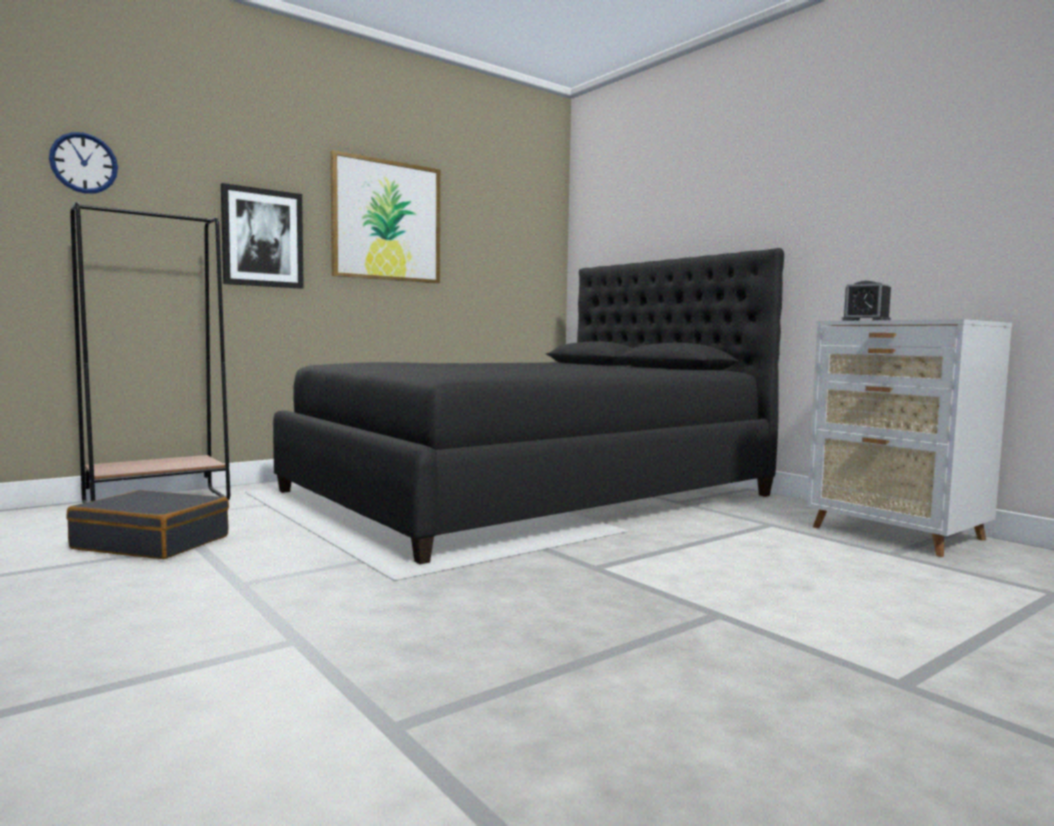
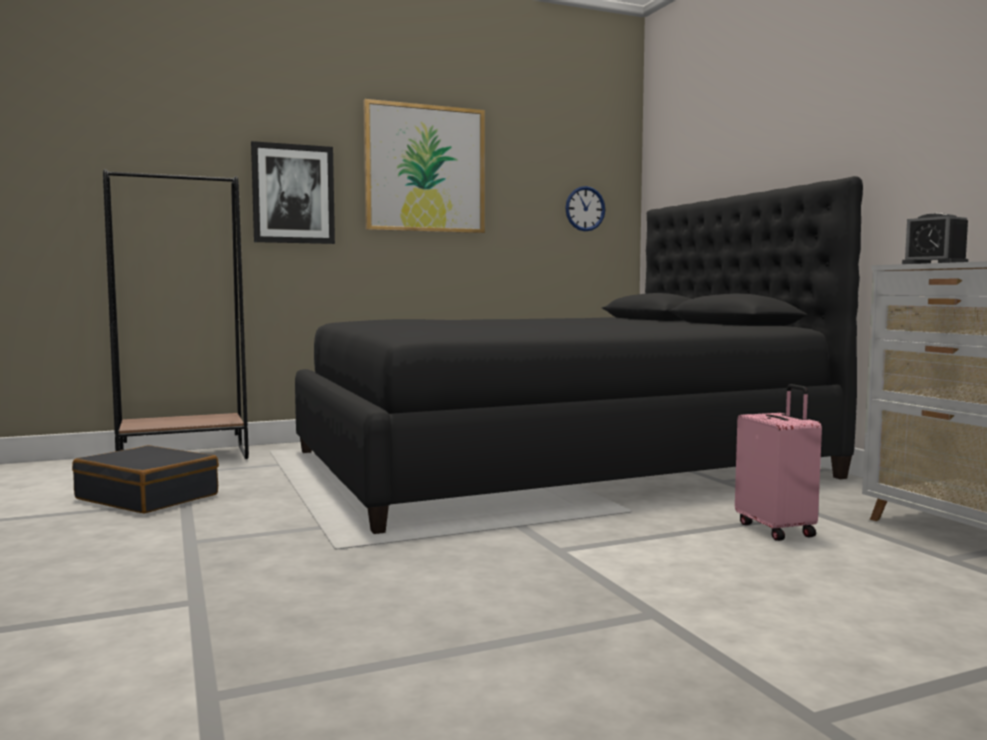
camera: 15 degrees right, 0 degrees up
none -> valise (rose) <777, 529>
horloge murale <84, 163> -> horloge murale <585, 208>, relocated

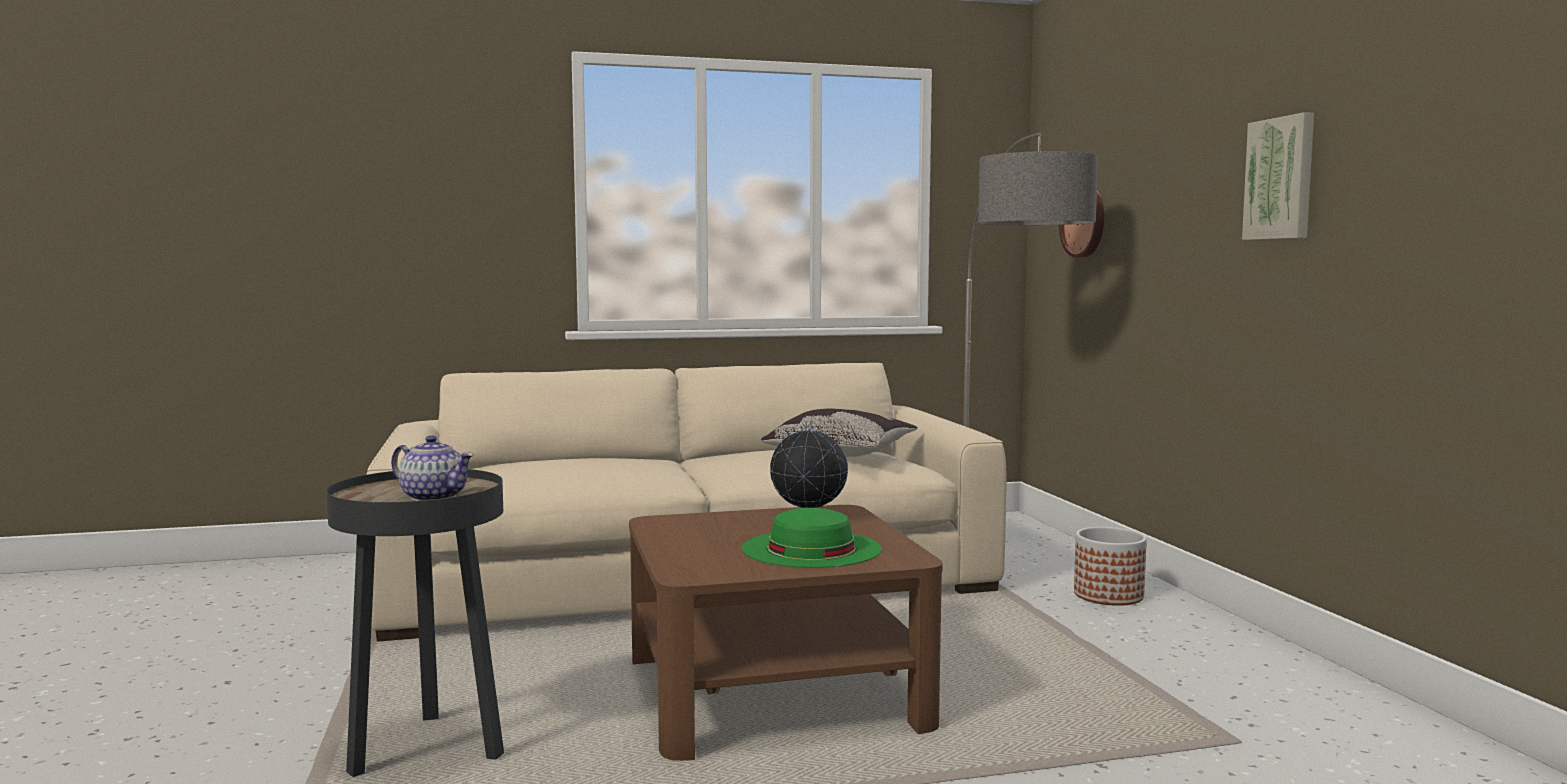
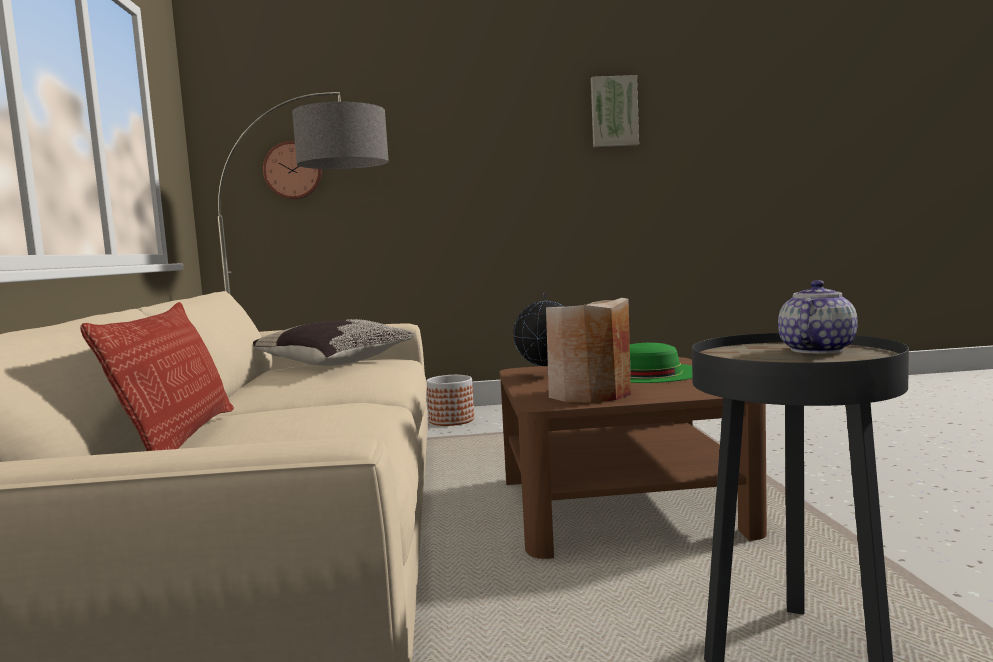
camera: 80 degrees left, 0 degrees up
none -> coussin <181, 440>
none -> vase (beige) <590, 393>
tableau <1281, 179> -> tableau <614, 112>, relocated

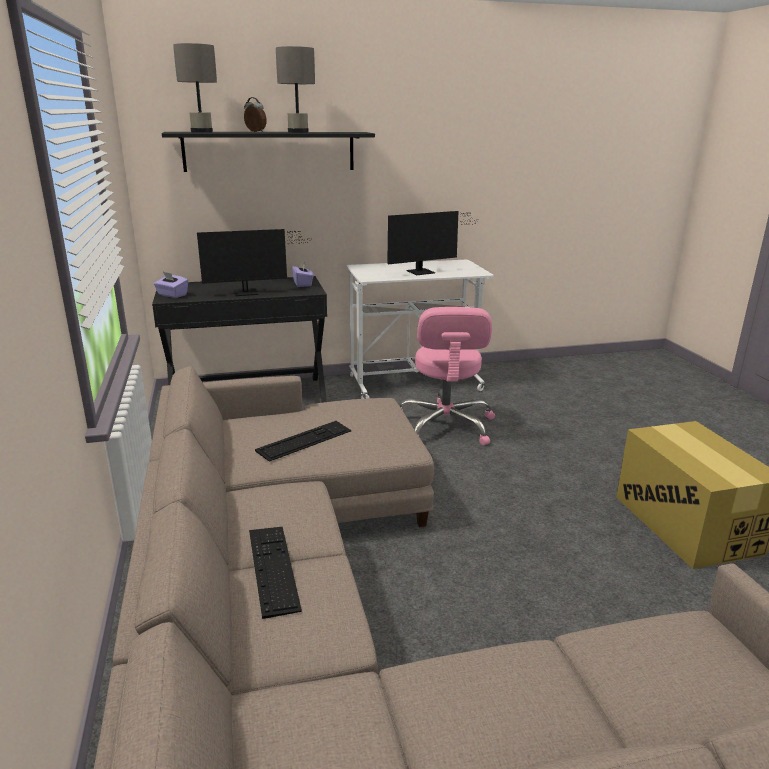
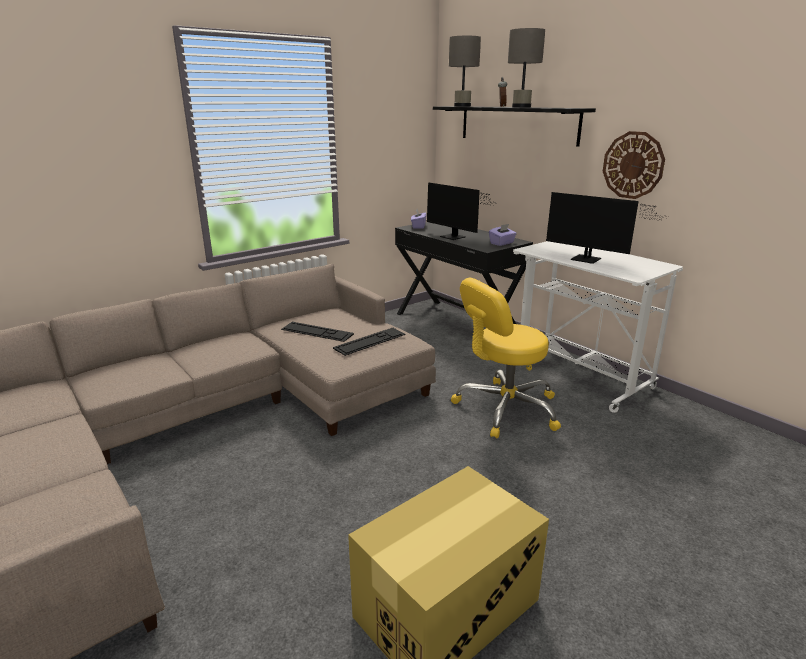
camera: 65 degrees right, 0 degrees up
none -> horloge murale <633, 165>
clavier <273, 568> -> clavier <370, 341>, relocated
chaise de bureau (rose) <445, 428> -> chaise de bureau (jaune) <503, 410>

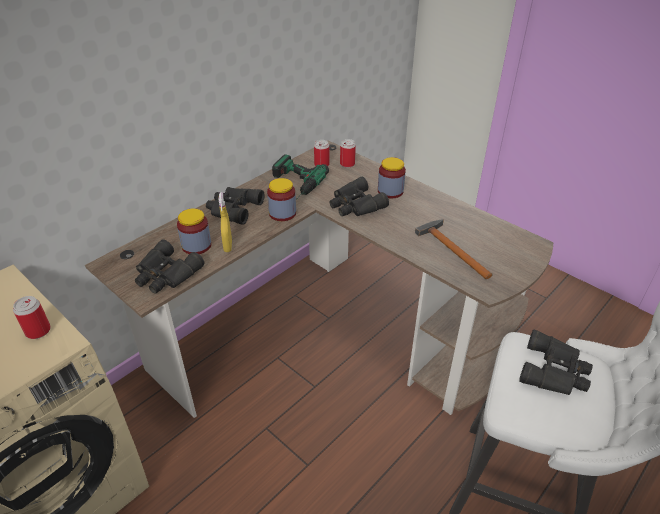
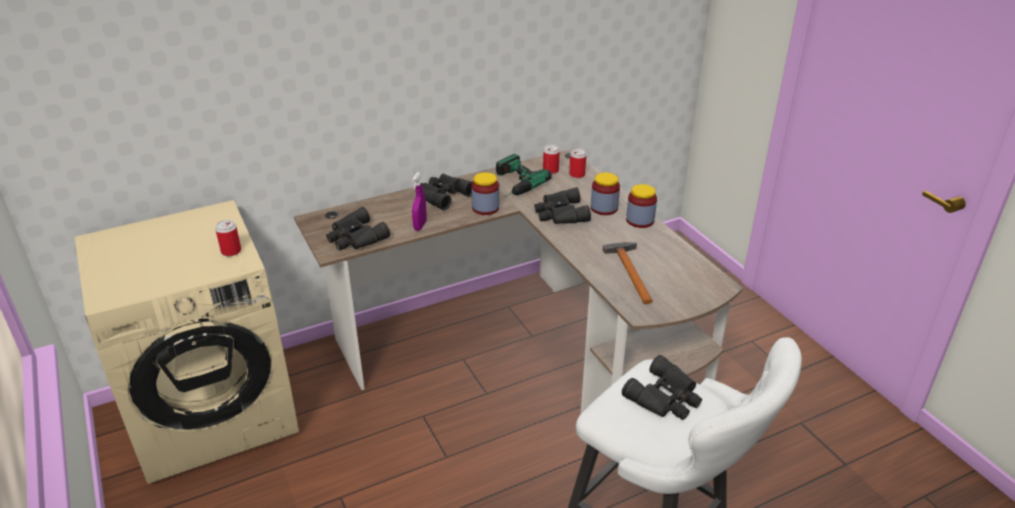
camera: 20 degrees right, 5 degrees down
bocal <196, 246> -> bocal <640, 220>, relocated
vaporisateur (jaune) <228, 246> -> vaporisateur (violet) <420, 226>

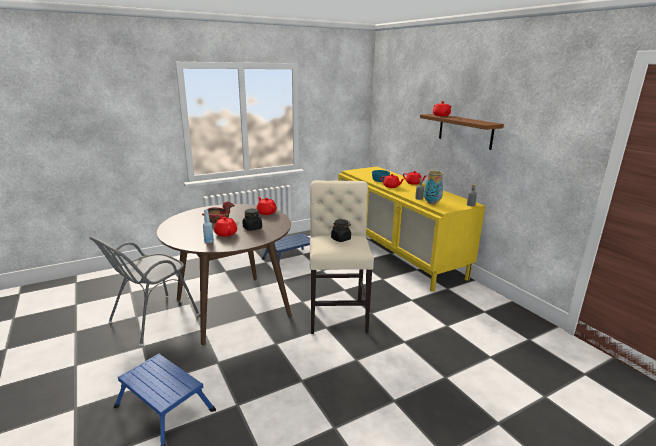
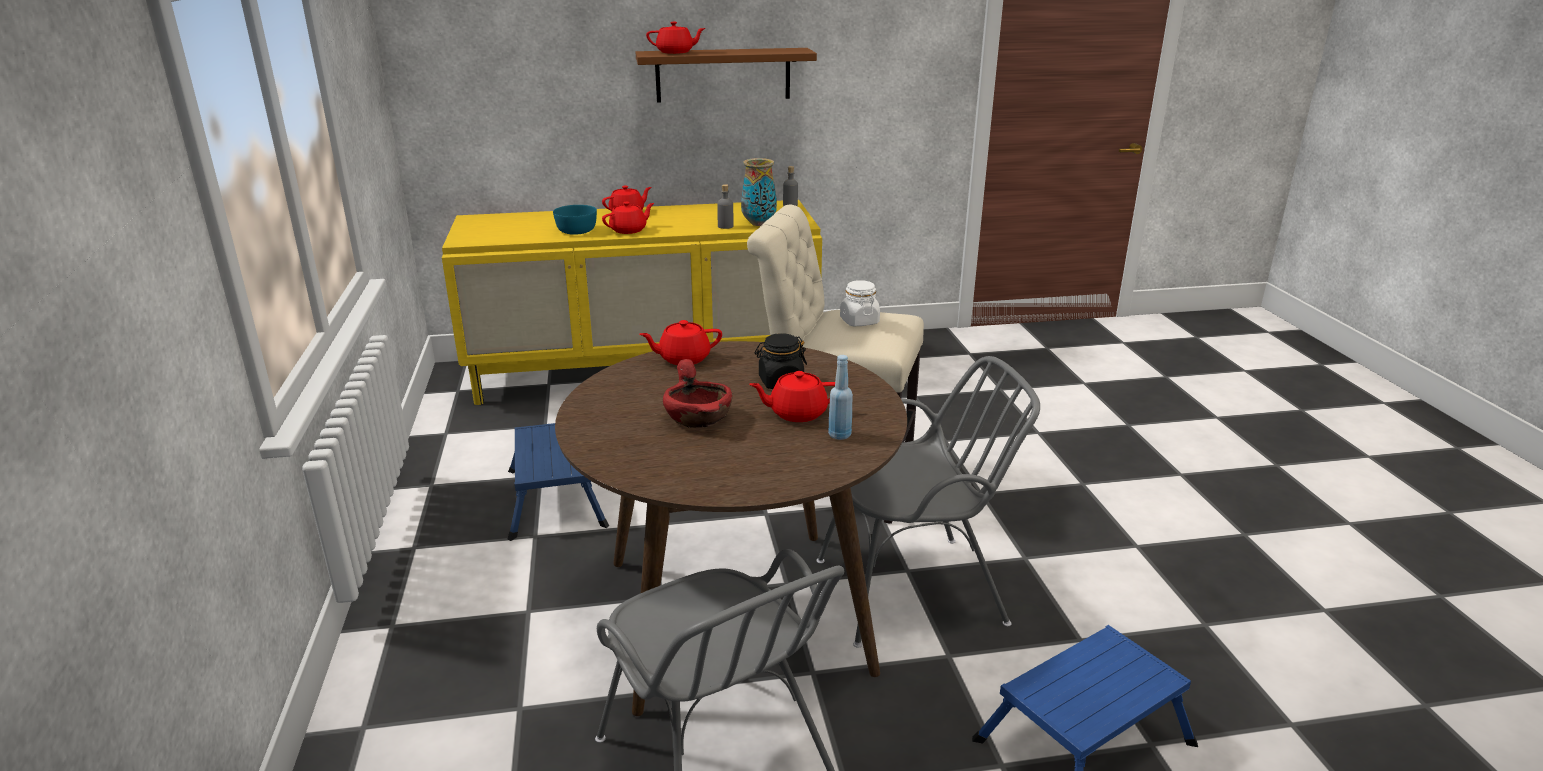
camera: 70 degrees left, 5 degrees up
none -> chaise (gris) <917, 588>
bocal (noir) <341, 239> -> bocal (blanc) <859, 321>

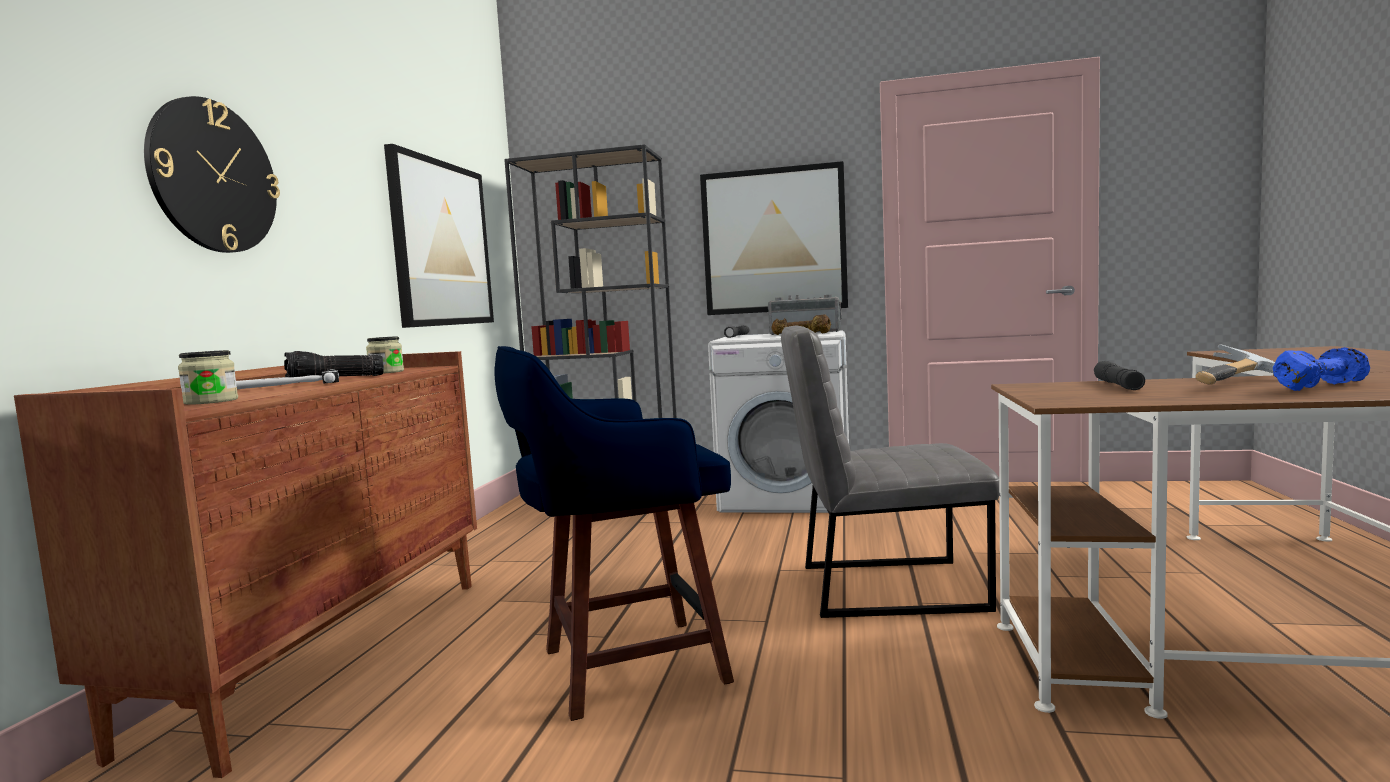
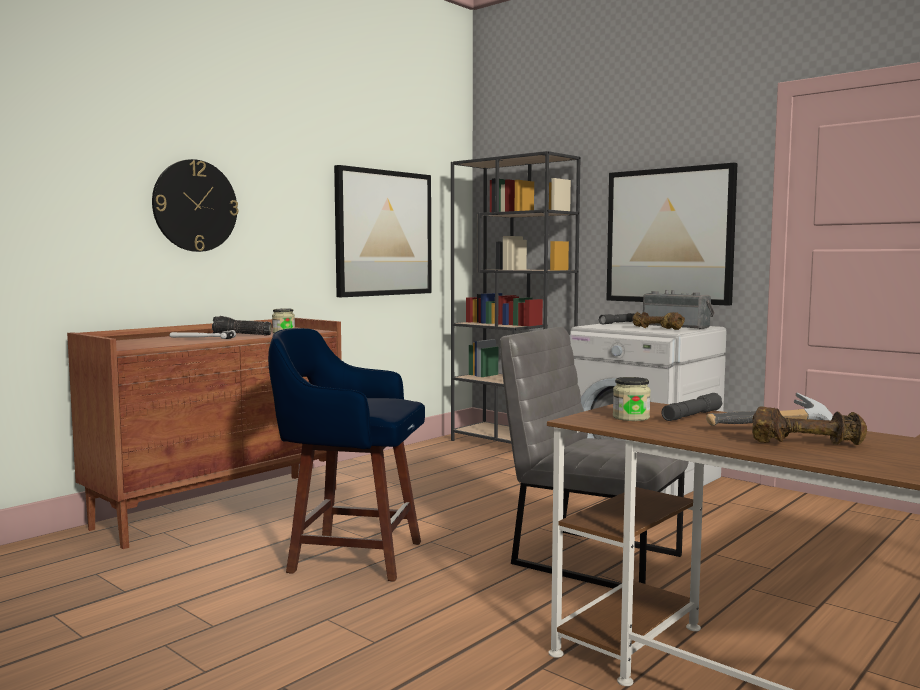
camera: 30 degrees right, 0 degrees up
bocal <211, 401> -> bocal <631, 417>, relocated
haltère (bleu) <1318, 387> -> haltère (marron) <806, 443>

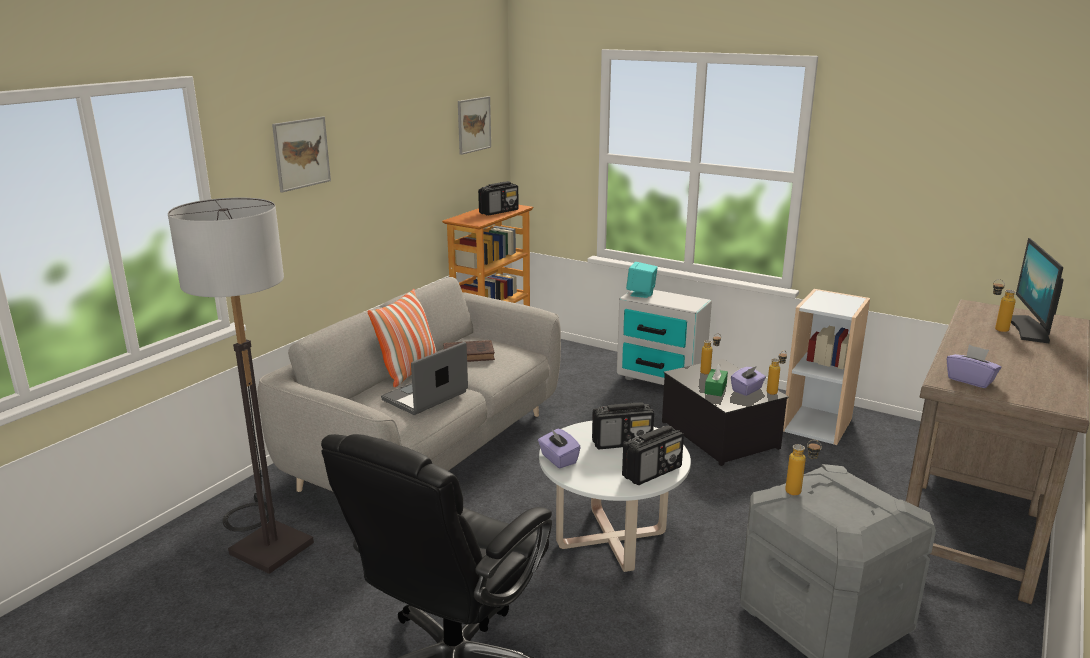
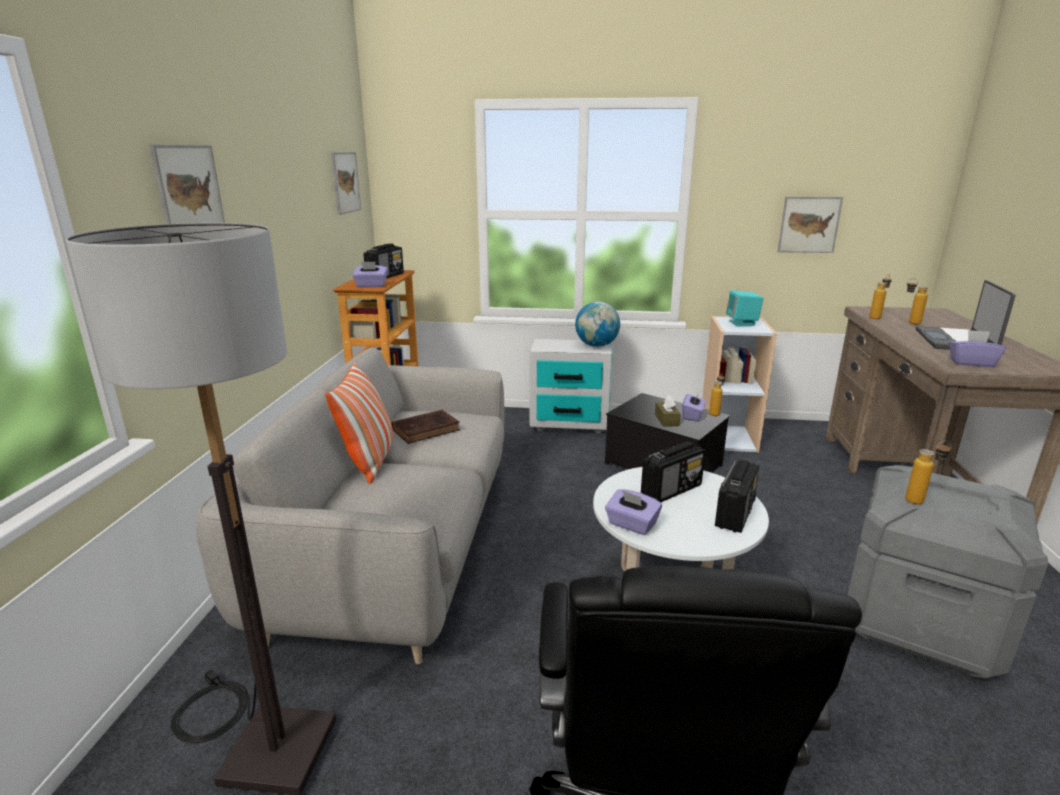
camera: 25 degrees left, 0 degrees up
écran d'ordinateur <1029, 329> -> none
none -> boîte à mouchoirs (violet) <371, 286>
none -> globe <596, 346>
none -> tableau <809, 224>
ordinateur portable <426, 397> -> ordinateur portable <956, 341>, relocated
enceinte (turquoise) <641, 294> -> enceinte (turquoise) <742, 323>, relocated
bouteille <709, 372> -> bouteille <877, 317>, relocated
boîte à mouchoirs (vert) <715, 388> -> boîte à mouchoirs (marron) <666, 420>

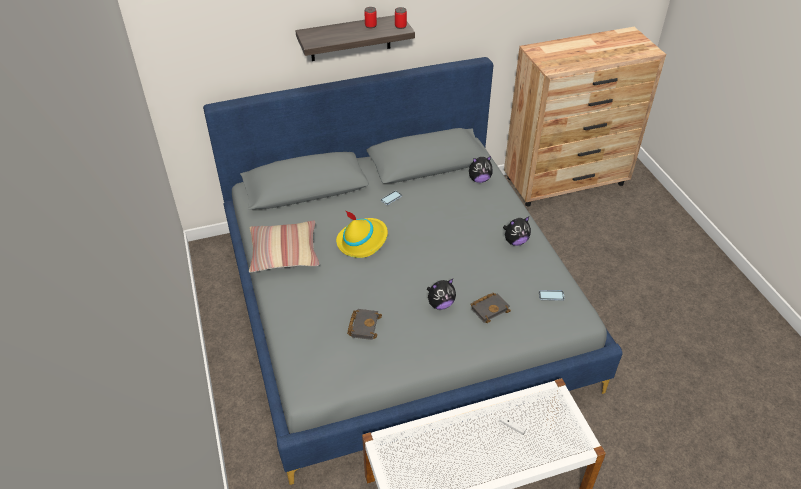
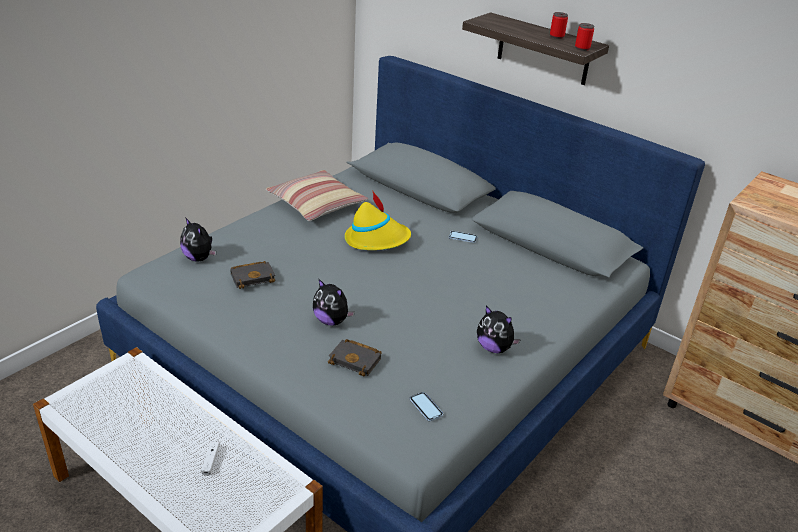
camera: 55 degrees right, 10 degrees down
peluche <479, 179> -> peluche <199, 258>, relocated

